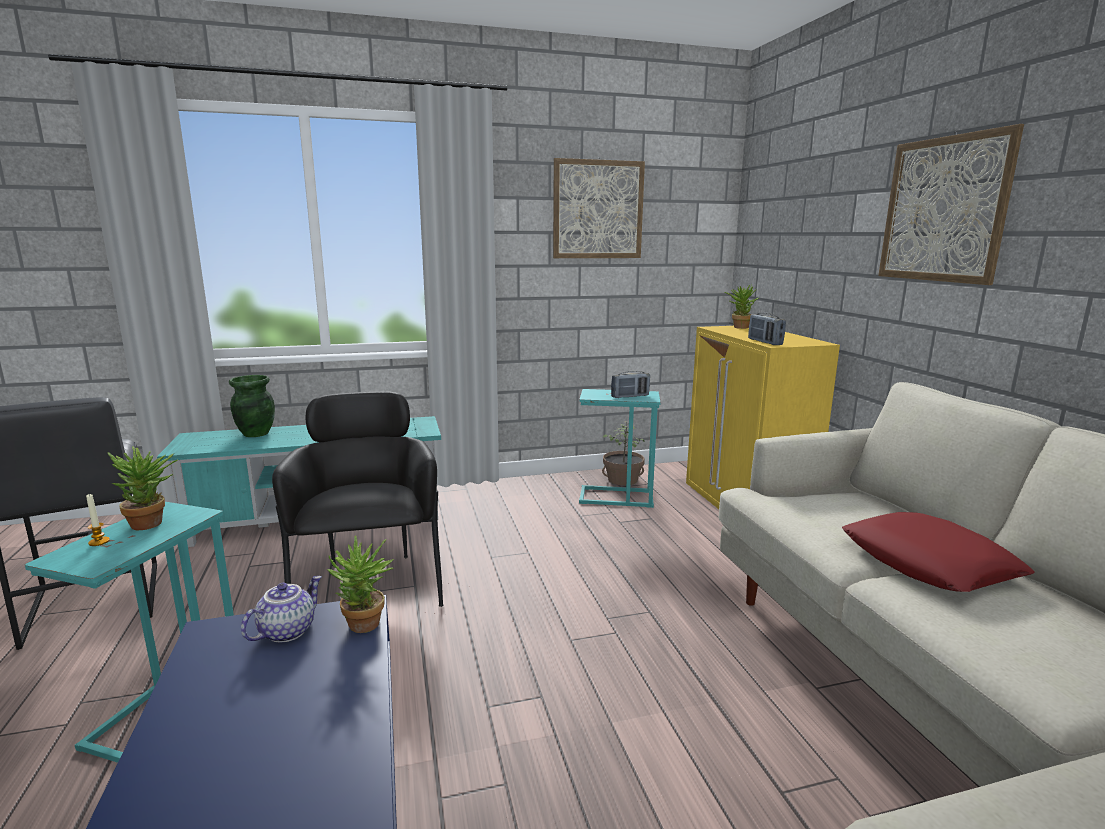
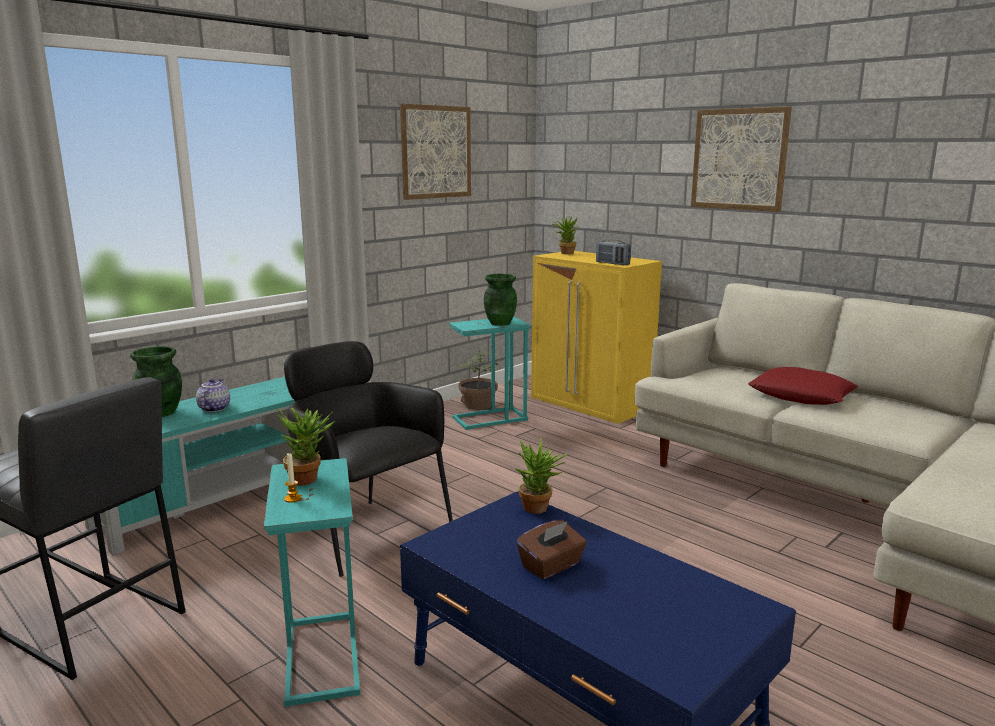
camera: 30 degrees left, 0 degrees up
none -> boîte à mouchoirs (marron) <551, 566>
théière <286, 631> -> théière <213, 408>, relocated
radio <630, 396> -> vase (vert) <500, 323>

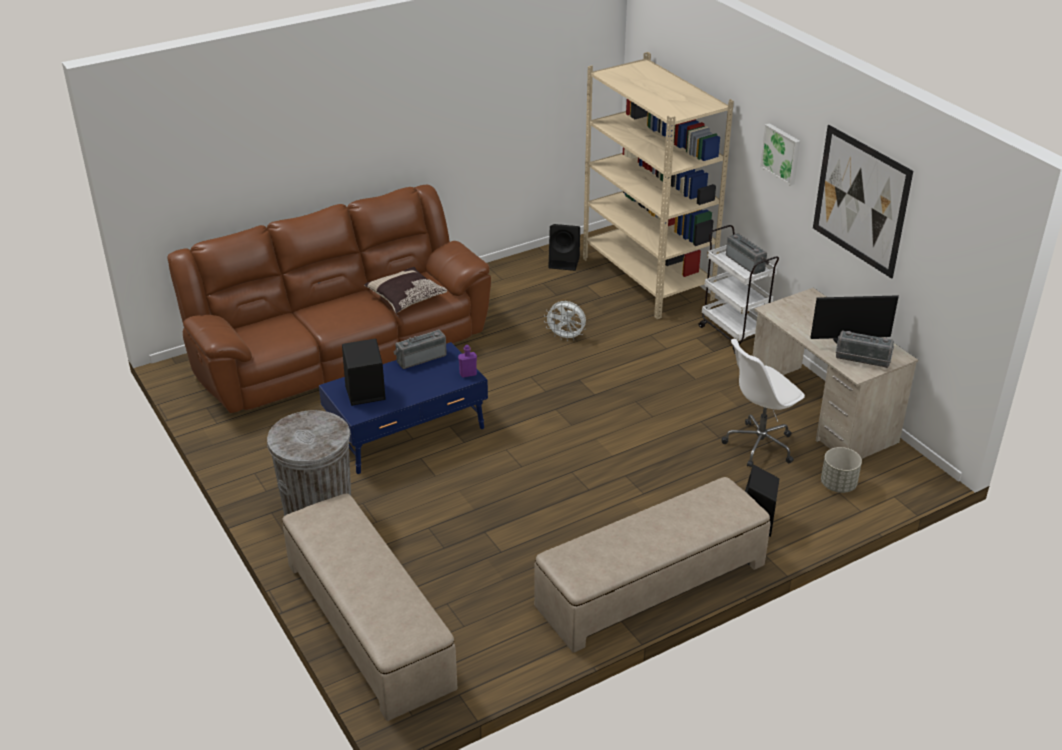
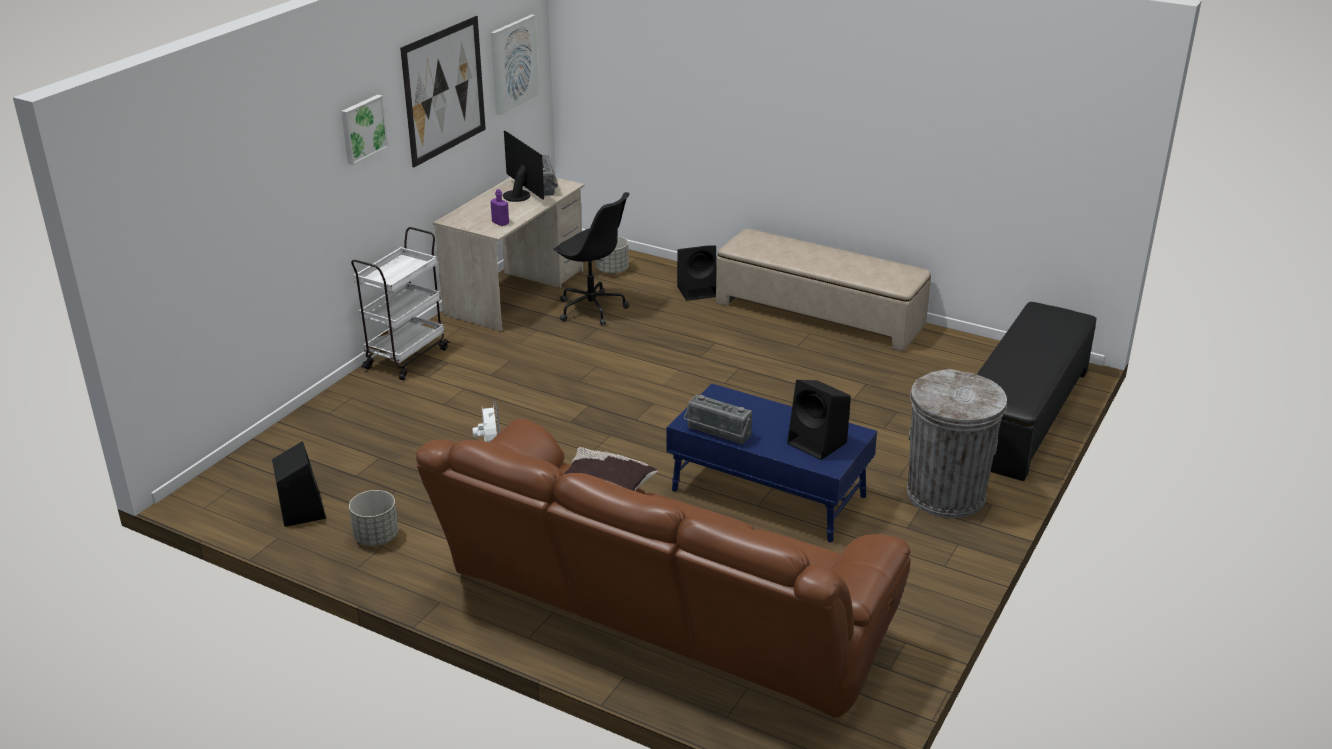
camera: 120 degrees left, 5 degrees down
bibliothèque (beige) <647, 278> -> none
radio <747, 263> -> none
none -> cache-pot (gris) <376, 537>
none -> tableau <513, 64>
bouteille (violet) <468, 374> -> bouteille (violet) <500, 223>, relocated
banc (beige) <367, 624> -> banc (noir) <1022, 414>
chaise de bureau (blanc) <758, 446> -> chaise de bureau (noir) <593, 309>

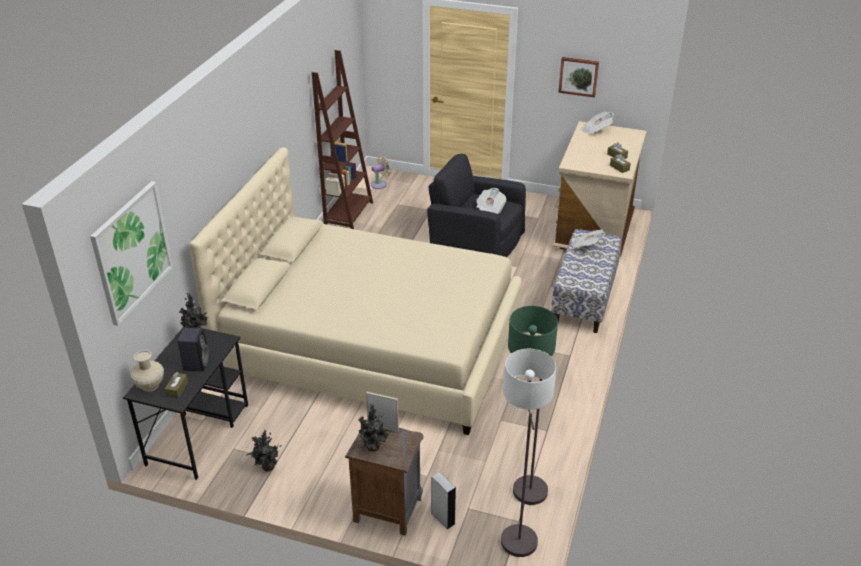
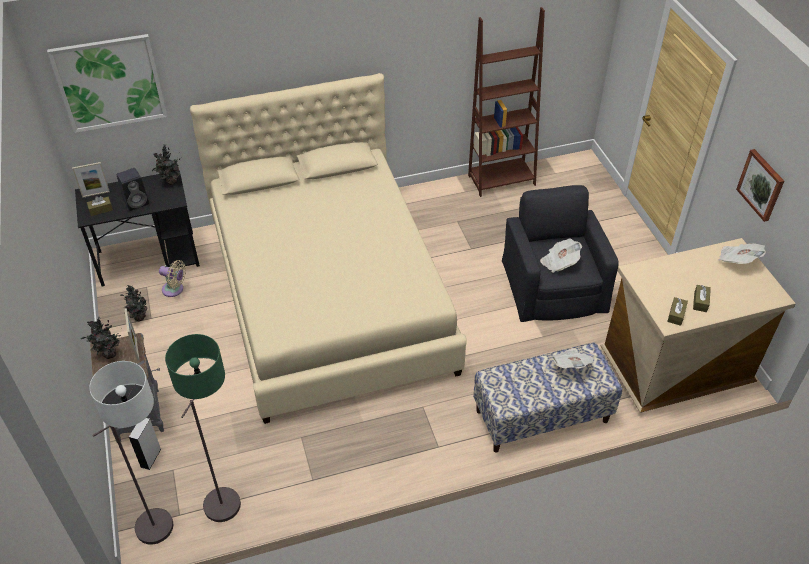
camera: 55 degrees right, 10 degrees up
ventilateur (beige) <380, 184> -> ventilateur (beige) <175, 290>, relocated
vase (beige) <149, 385> -> cadre photo <96, 194>

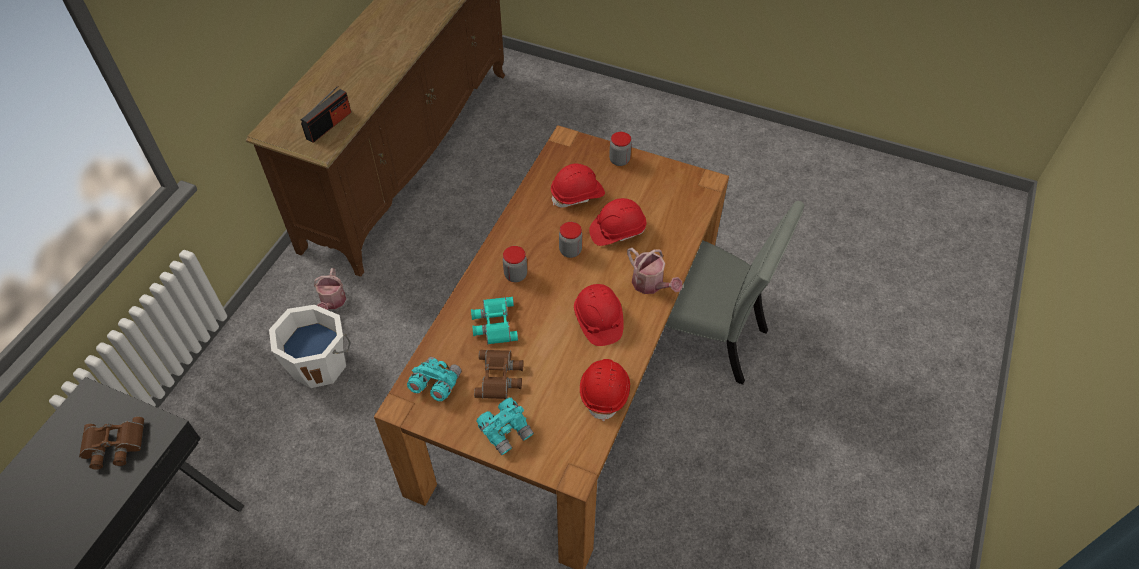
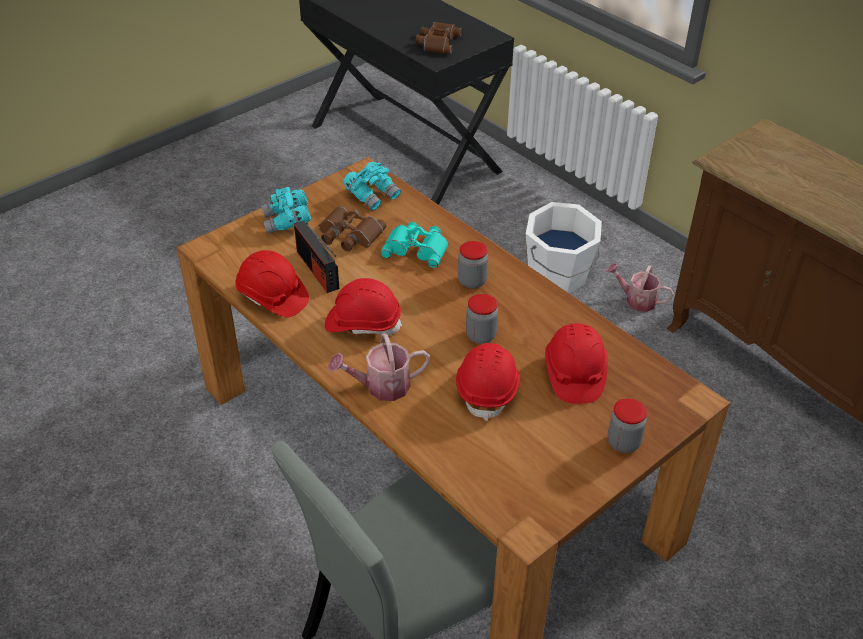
camera: 115 degrees right, 10 degrees down
radio <329, 125> -> radio <317, 270>, relocated

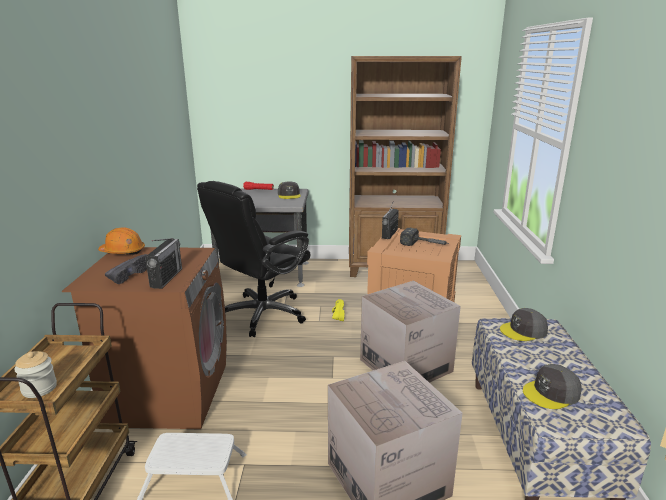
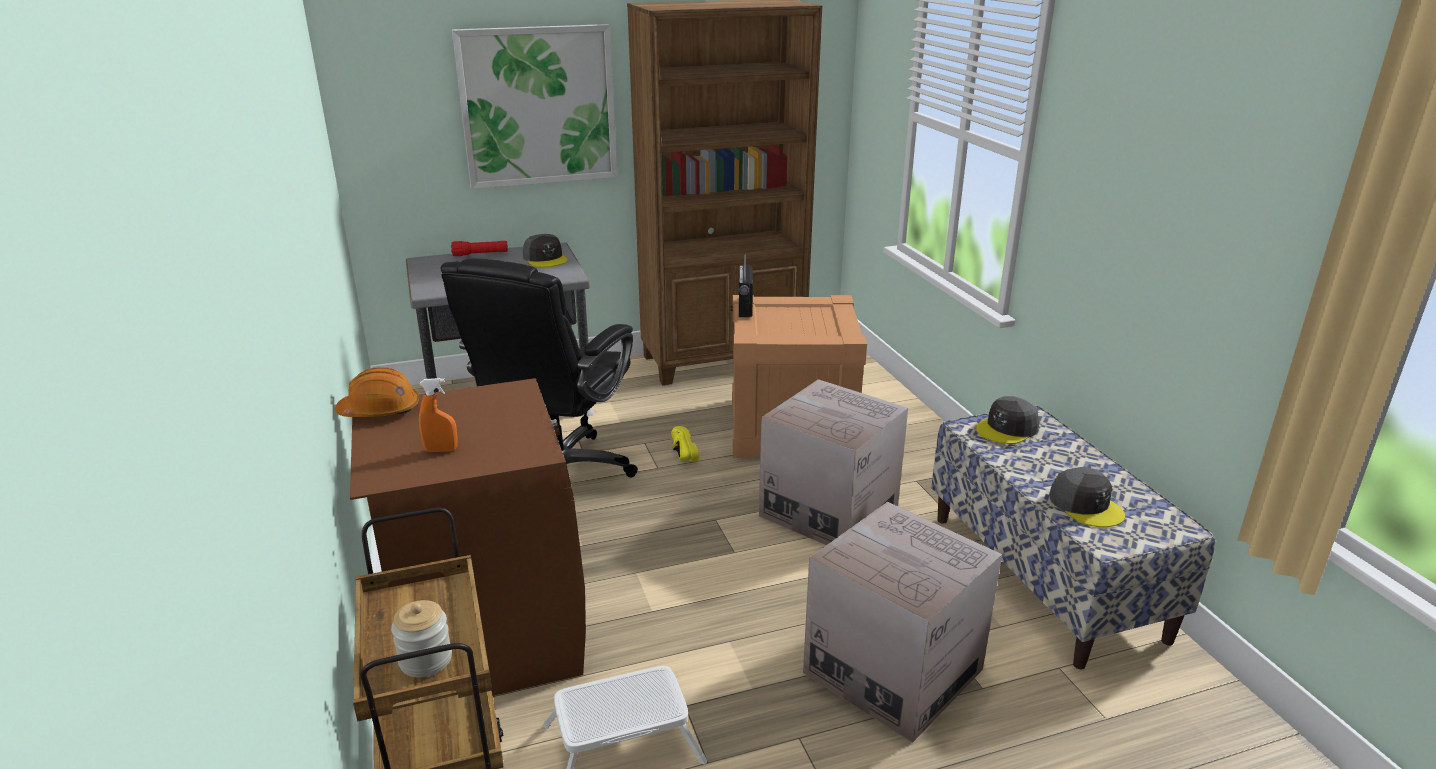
camera: 20 degrees left, 5 degrees up
radio <166, 278> -> none
marteau <425, 245> -> none
none -> tableau <538, 106>
chaussure (noir) <129, 275> -> vaporisateur (orange) <441, 450>
casquette (gris) <551, 393> -> casquette (gris) <1086, 505>, 75 degrees counterclockwise

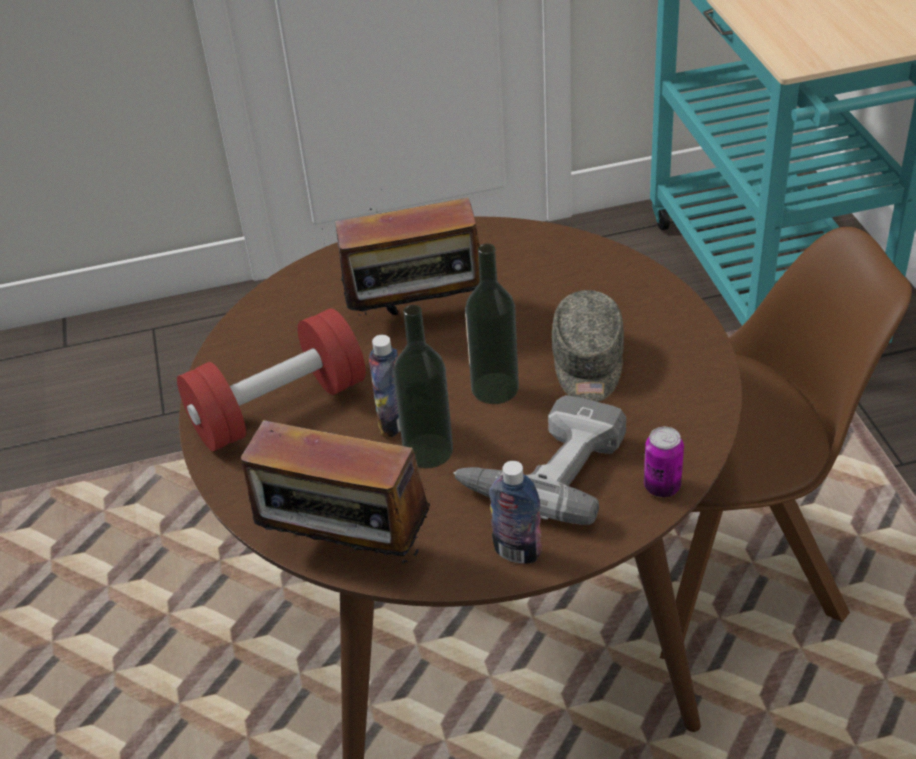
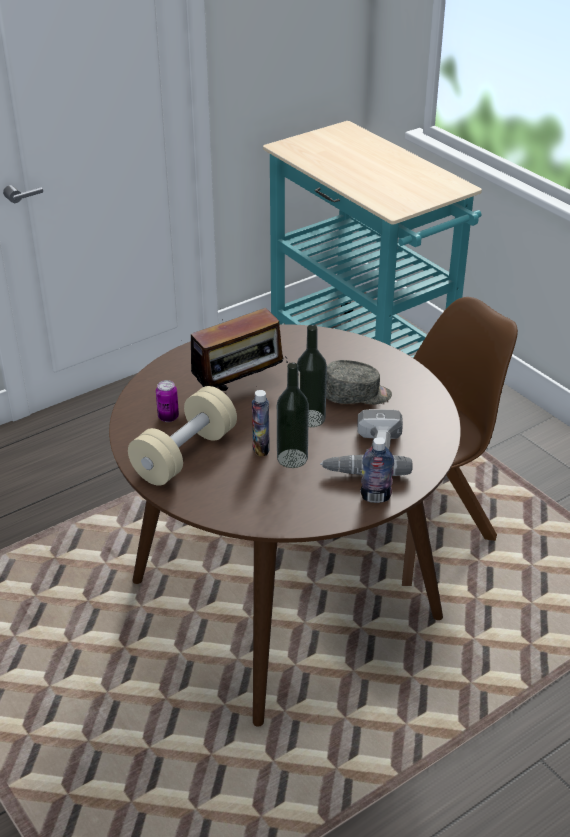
camera: 25 degrees left, 5 degrees down
radio <346, 552> -> none
boîte métallique <662, 487> -> boîte métallique <168, 417>, relocated
haltère (rouge) <279, 408> -> haltère (beige) <185, 455>
casquette (gris) <588, 364> -> casquette (gris) <356, 395>, 75 degrees counterclockwise

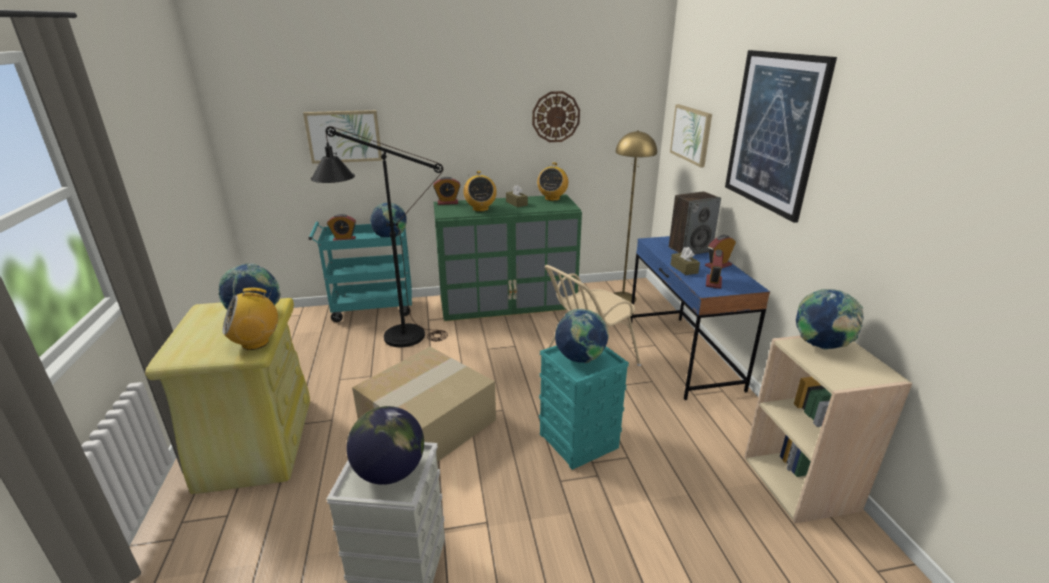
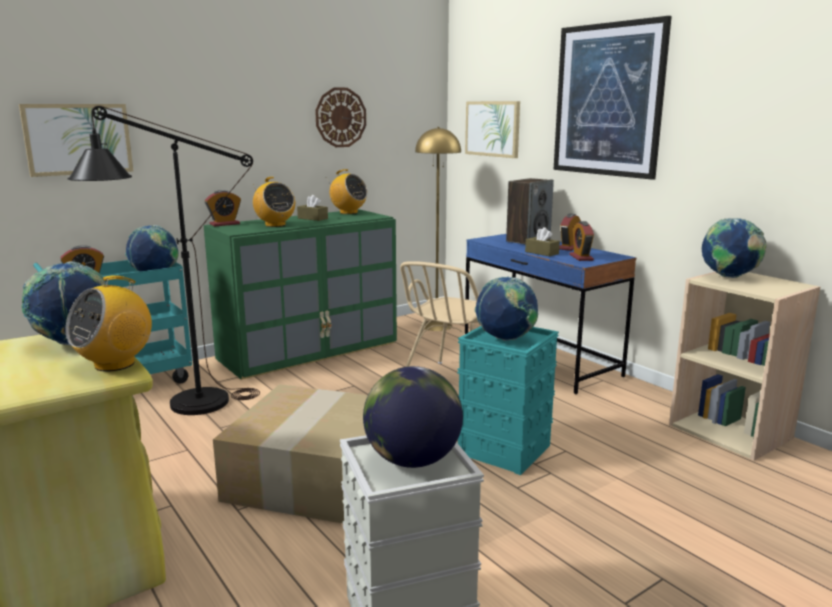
camera: 25 degrees left, 10 degrees down
radio <552, 198> -> radio <348, 212>, 45 degrees counterclockwise

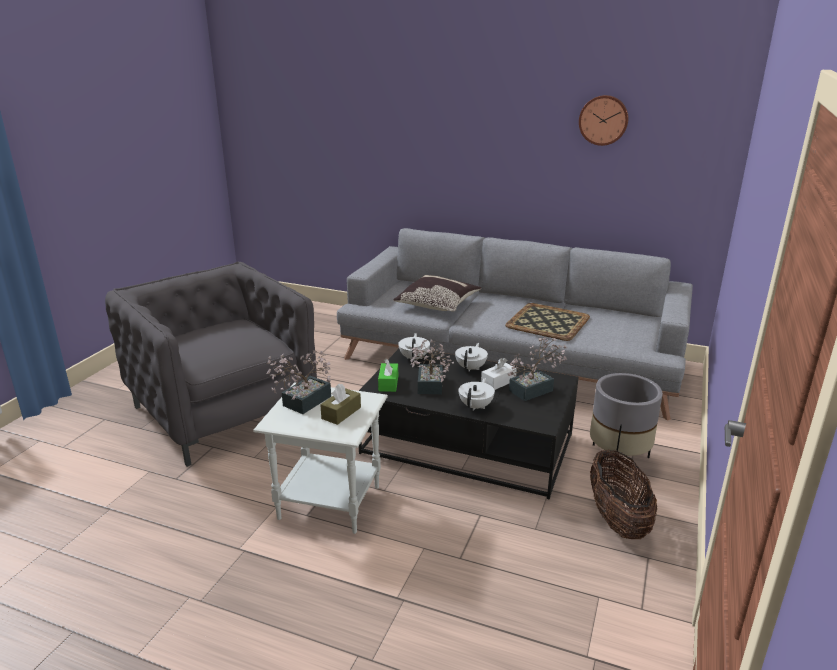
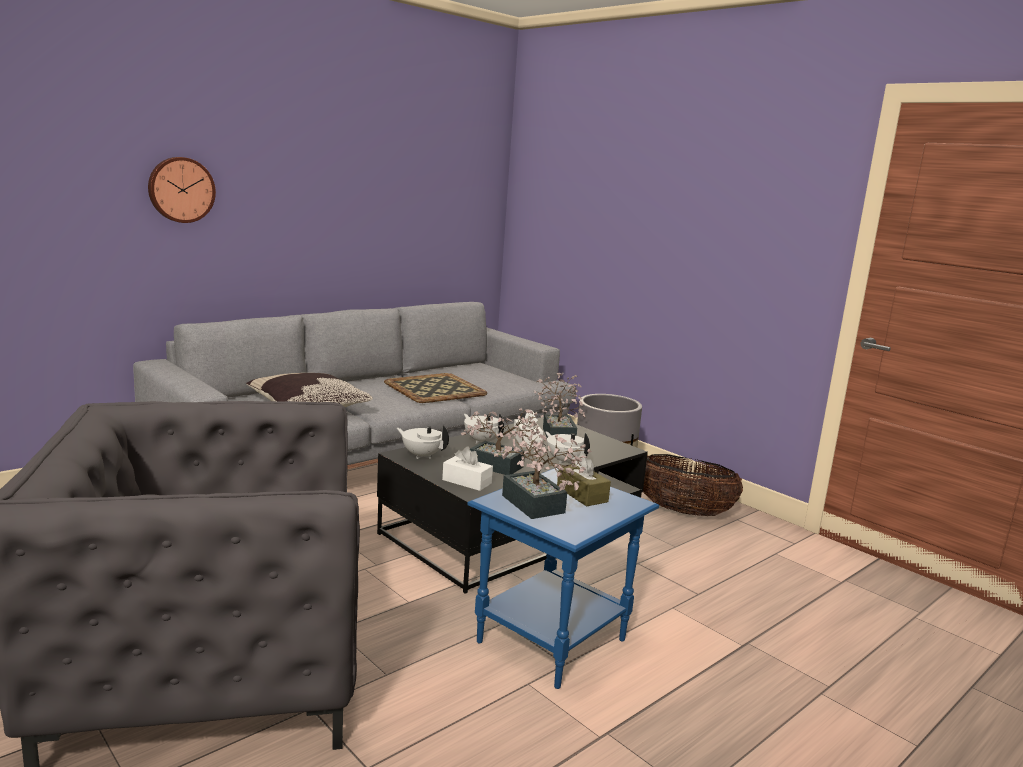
camera: 65 degrees left, 10 degrees down
horloge murale <603, 120> -> horloge murale <181, 189>, relocated
table d'appoint (blanc) <331, 503> -> table d'appoint (bleu) <552, 640>
boîte à mouchoirs (vert) <388, 383> -> boîte à mouchoirs (blanc) <467, 482>

